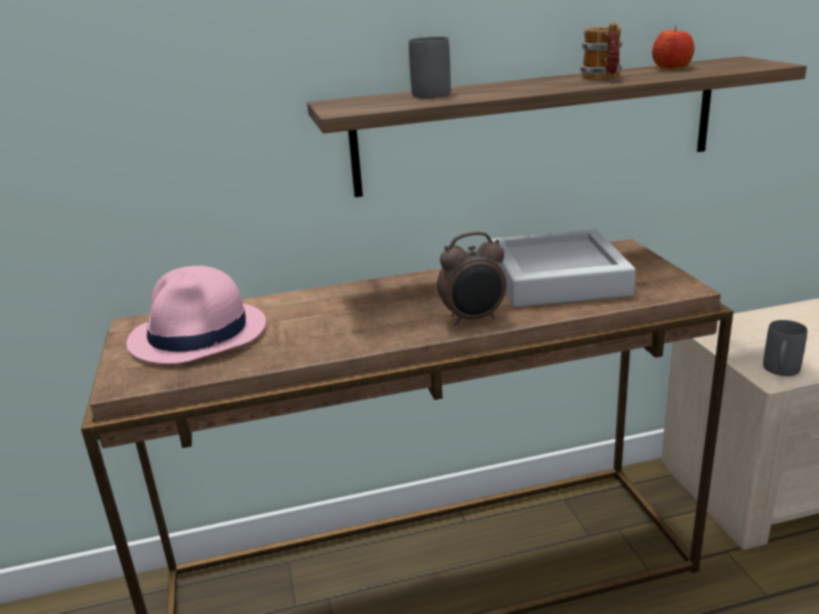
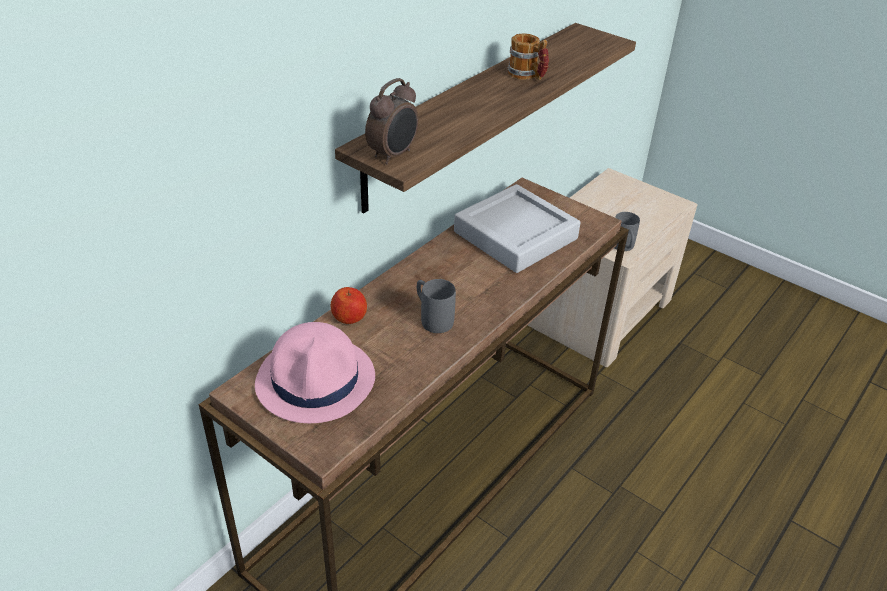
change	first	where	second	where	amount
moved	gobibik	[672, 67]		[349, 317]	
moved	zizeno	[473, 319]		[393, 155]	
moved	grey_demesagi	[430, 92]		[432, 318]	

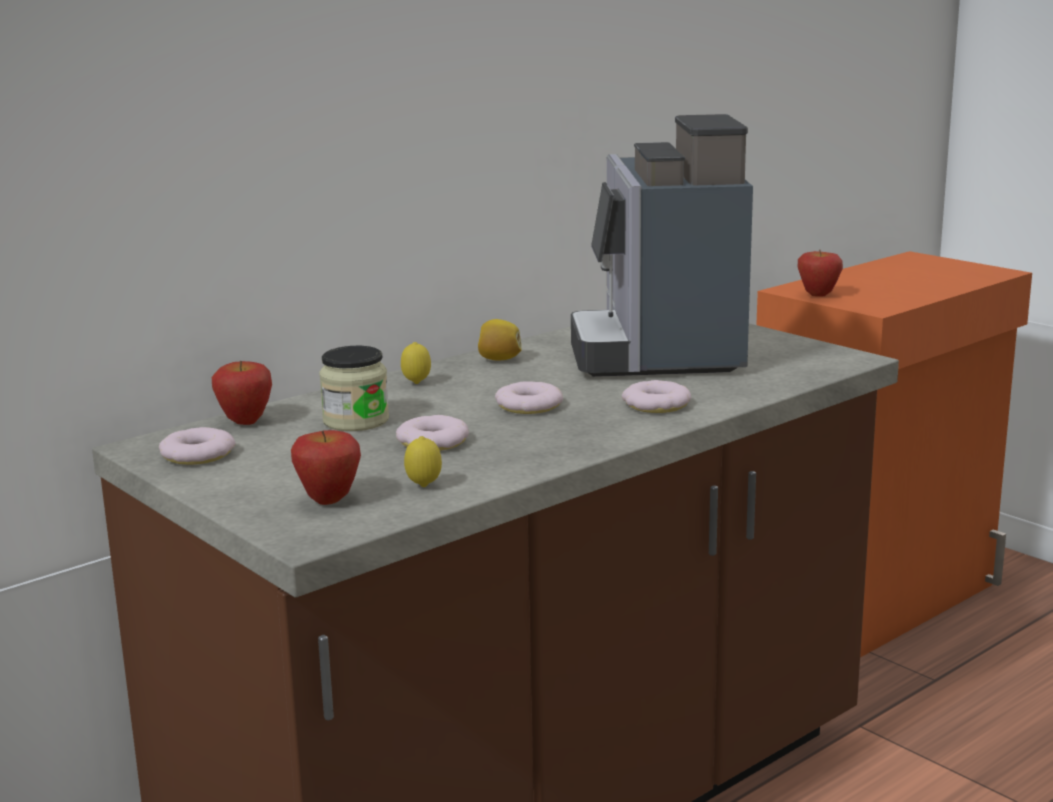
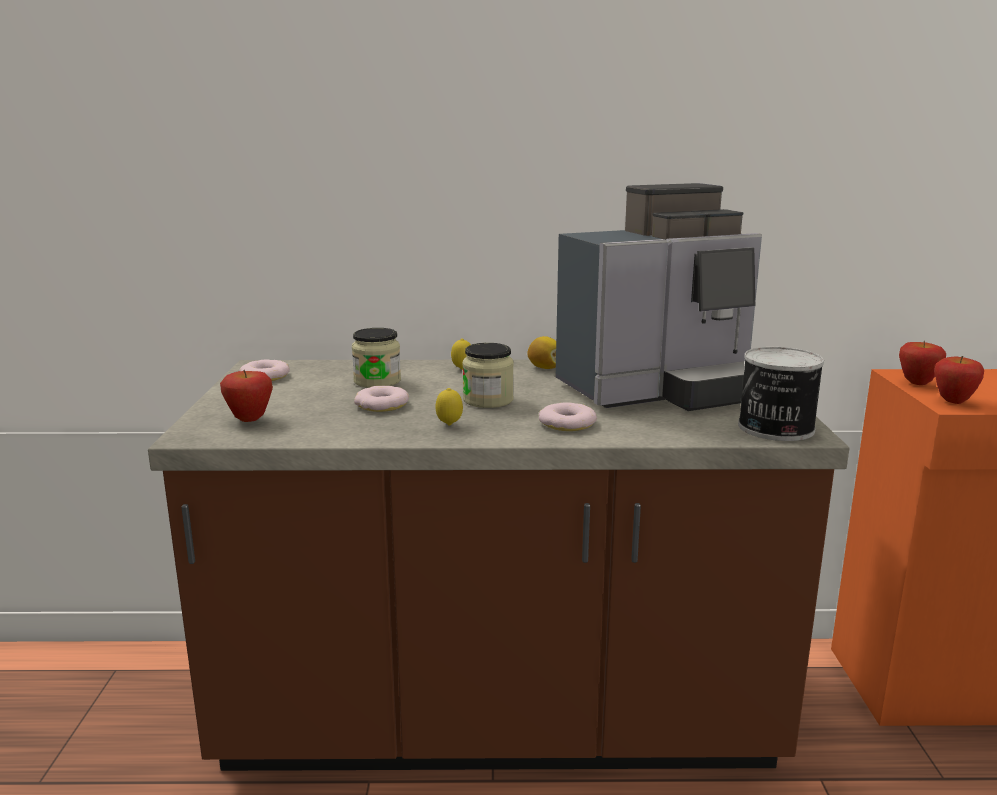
change	first	where	second	where	amount
moved	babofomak	[424, 487]		[449, 425]	
replaced	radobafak	[528, 405]	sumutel	[488, 400]	
turned	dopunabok	[660, 352]		[662, 390]	150 degrees counterclockwise
added			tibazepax	[775, 428]	
moved	gobibik	[245, 422]		[953, 402]	

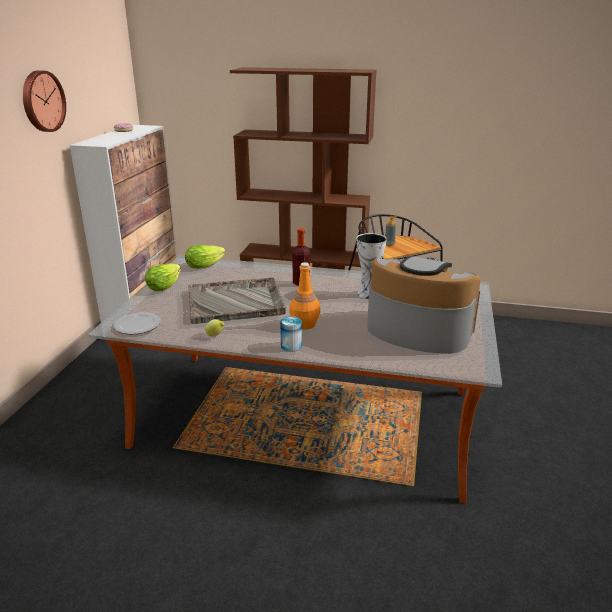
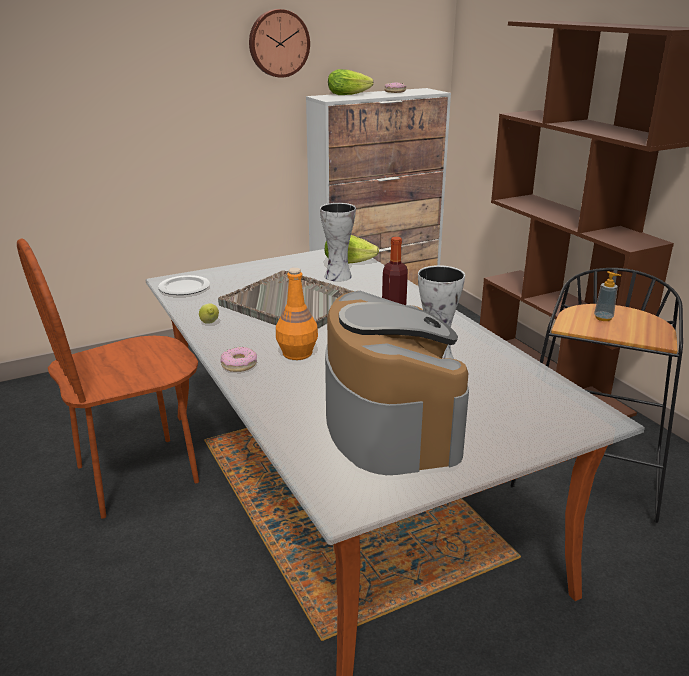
change	first	where	second	where	amount
added			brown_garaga	[137, 475]	
replaced	tibazepax	[291, 346]	radobafak	[239, 364]	
added			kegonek	[336, 276]	
moved	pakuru	[166, 285]		[351, 94]	

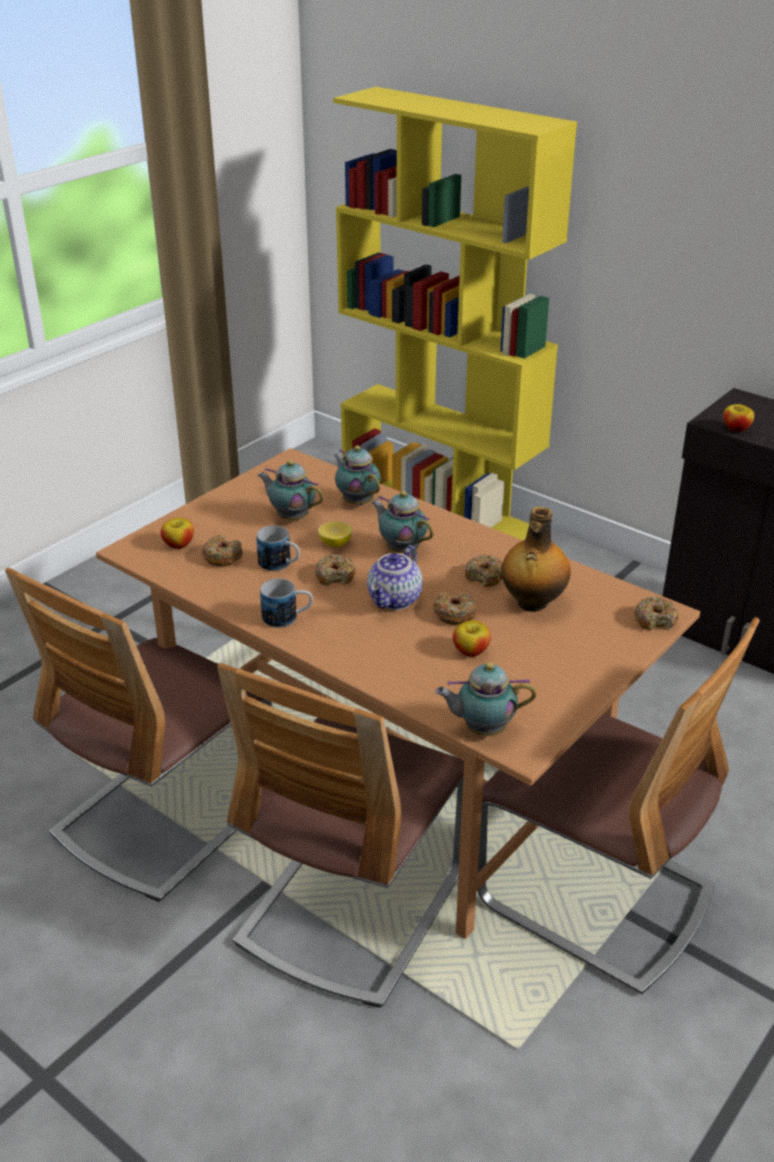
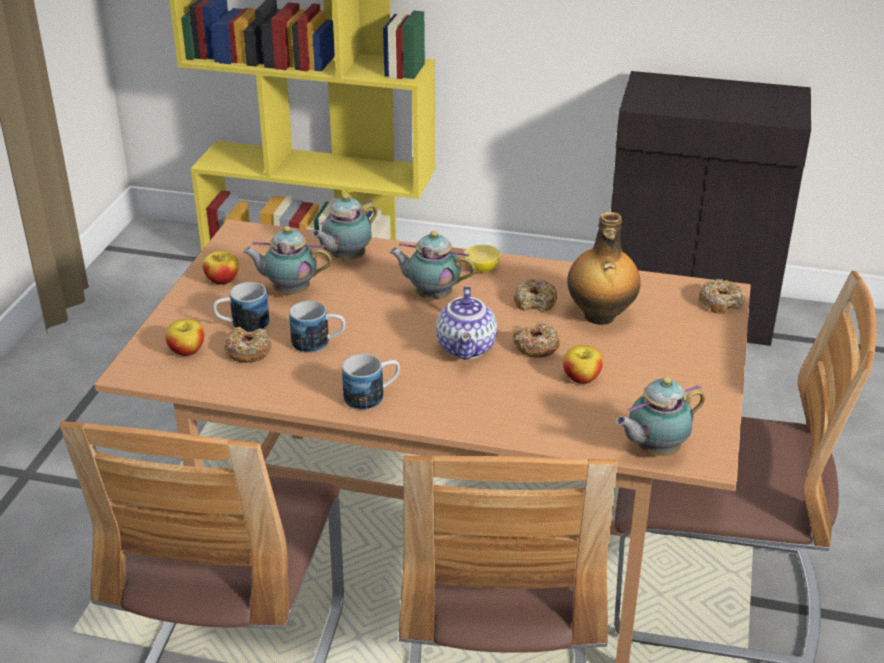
change	first	where	second	where	amount
moved	gobibik	[736, 429]		[222, 280]	
added			demesagi	[242, 325]	
turned	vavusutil	[357, 501]		[346, 258]	75 degrees counterclockwise
moved	babofomak	[335, 543]		[481, 268]	
removed	radobafak	[335, 576]			

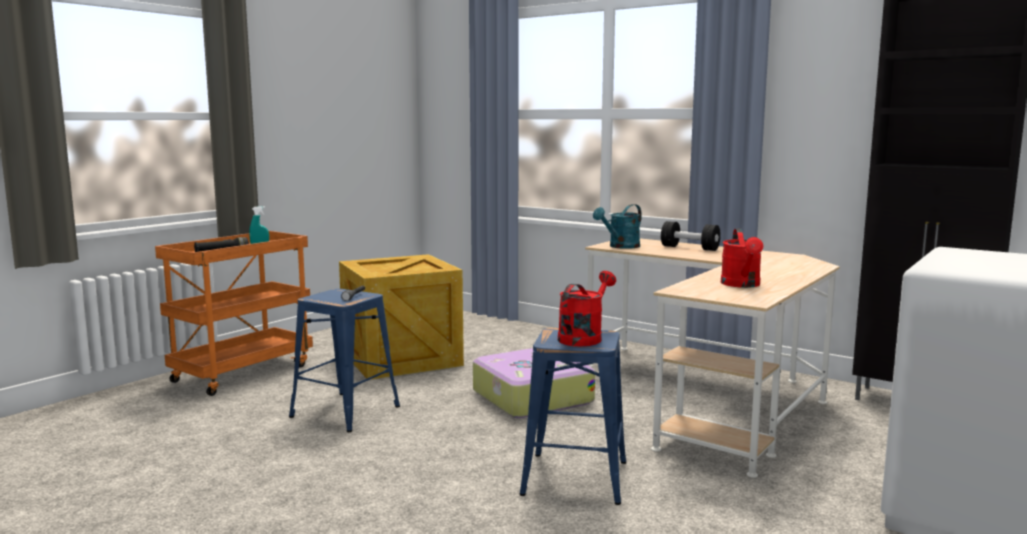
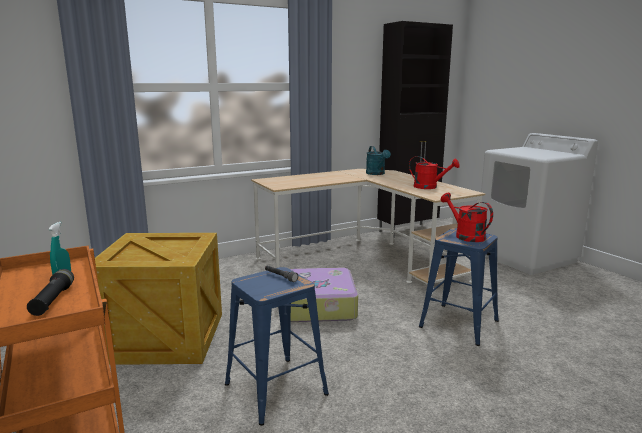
change	first	where	second	where	amount
moved	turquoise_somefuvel	[620, 247]		[377, 174]	
removed	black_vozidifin	[689, 248]			

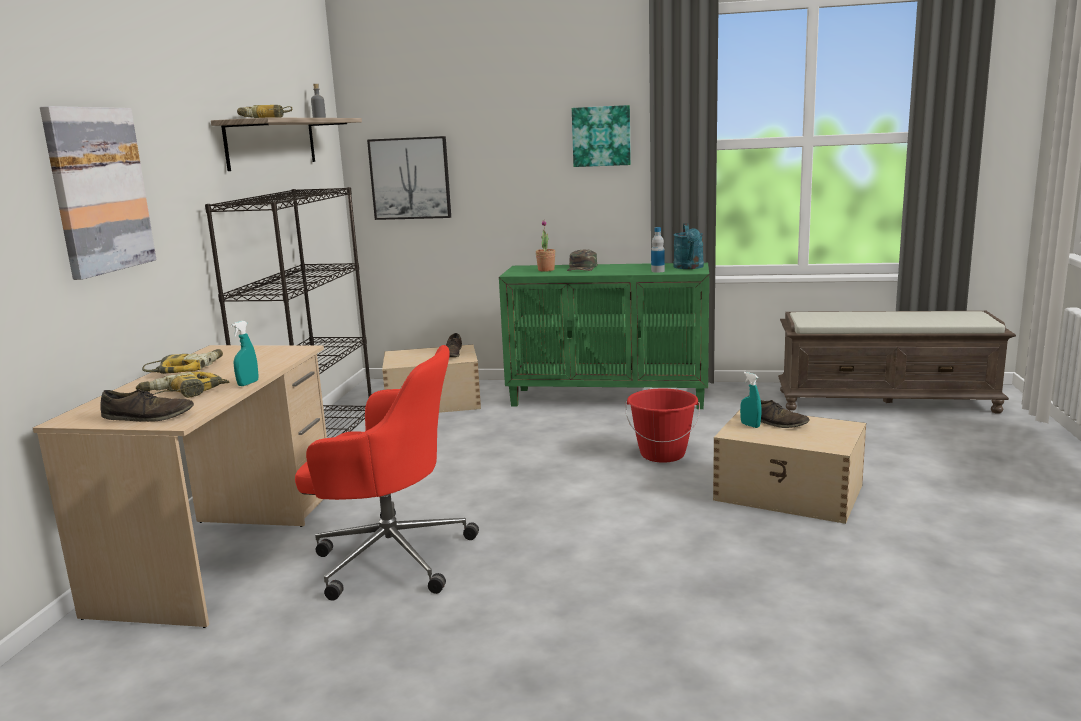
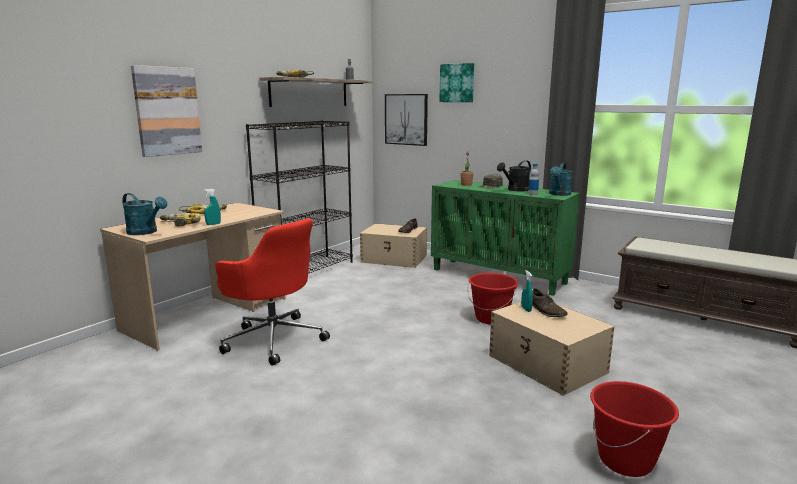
change	first	where	second	where	amount
replaced	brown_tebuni	[148, 416]	turquoise_somefuvel	[146, 232]	
moved	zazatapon	[601, 136]		[457, 83]	
added			black_somefuvel	[515, 190]	
added			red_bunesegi	[625, 460]	

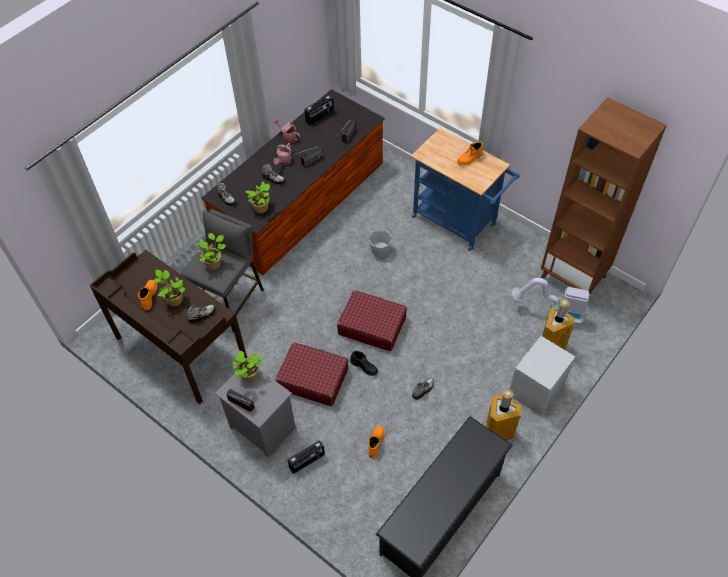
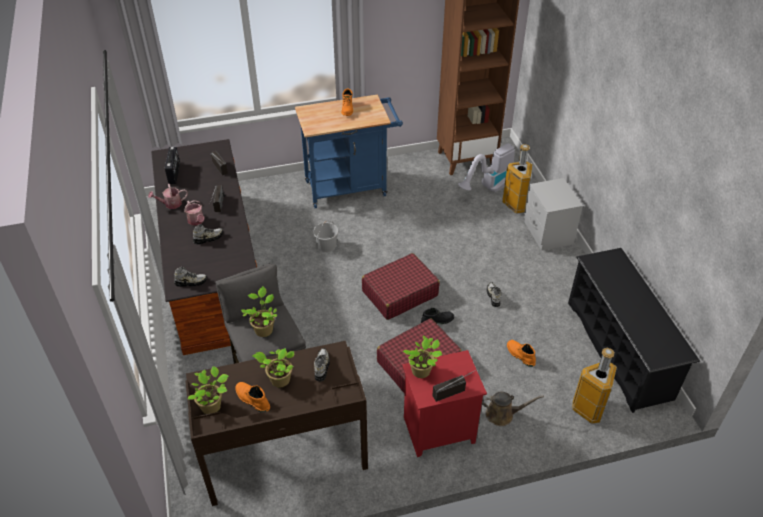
change	first	where	second	where	amount
moved	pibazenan	[262, 208]		[212, 406]	
recoloured	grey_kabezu	[261, 428]	red_kabezu	[438, 431]	
replaced	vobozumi	[307, 461]	brown_somefuvel	[502, 414]	
moved	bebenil	[498, 432]		[590, 408]	

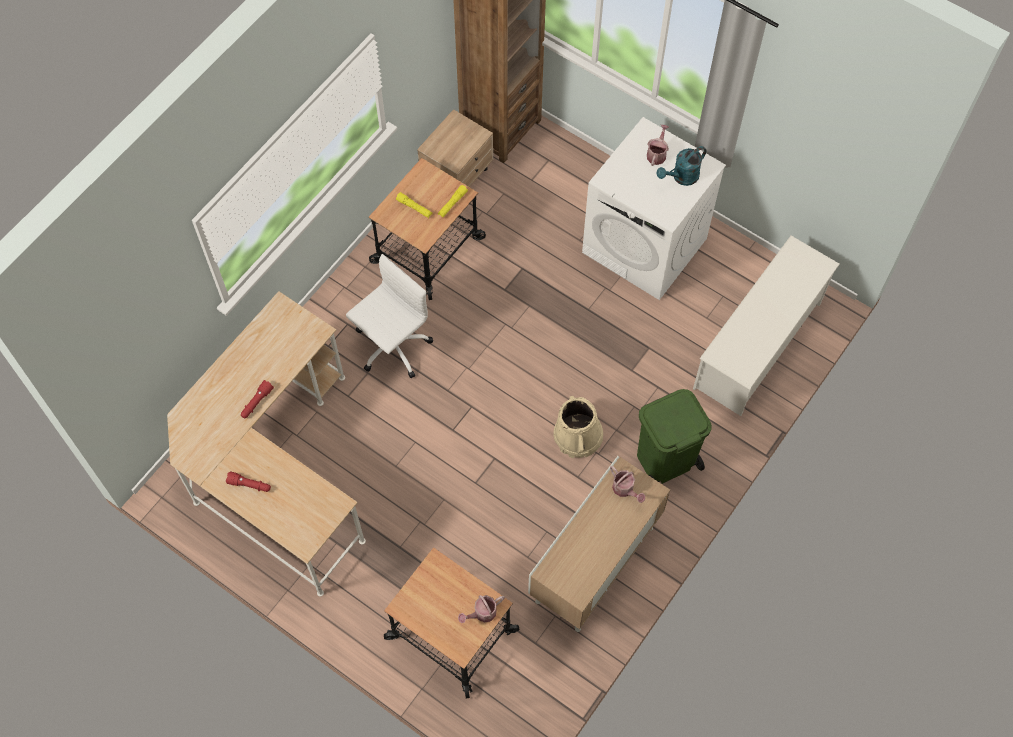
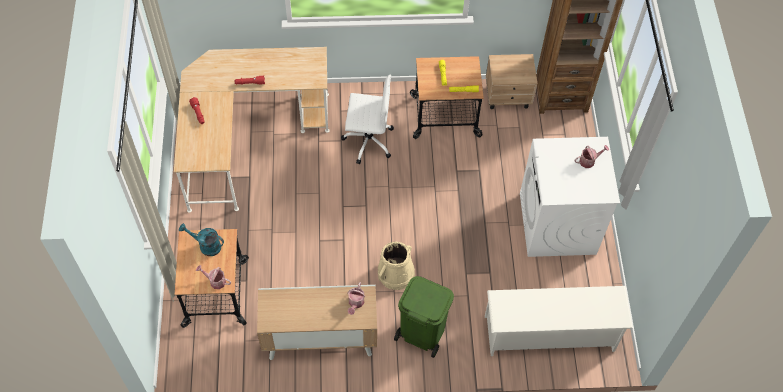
change	first	where	second	where	amount
moved	turquoise_somefuvel	[681, 177]		[206, 246]	

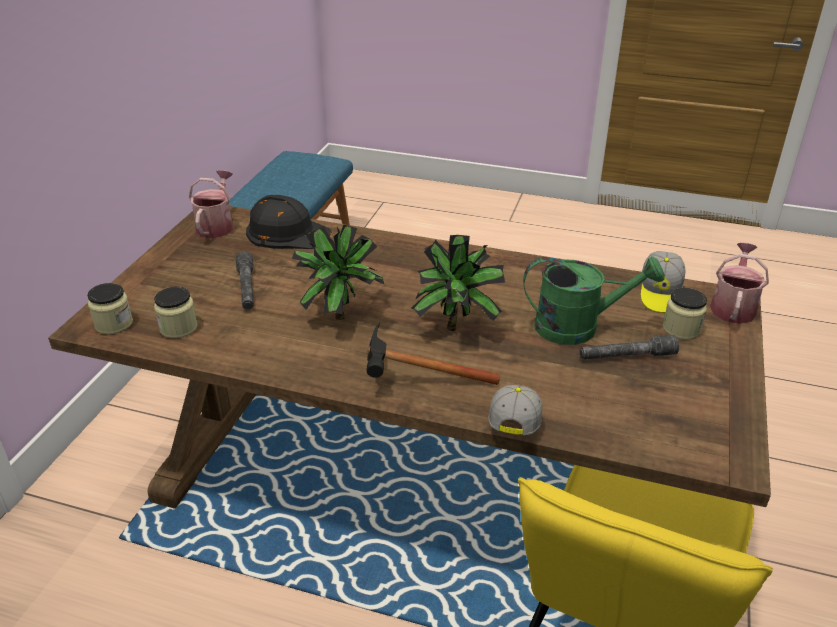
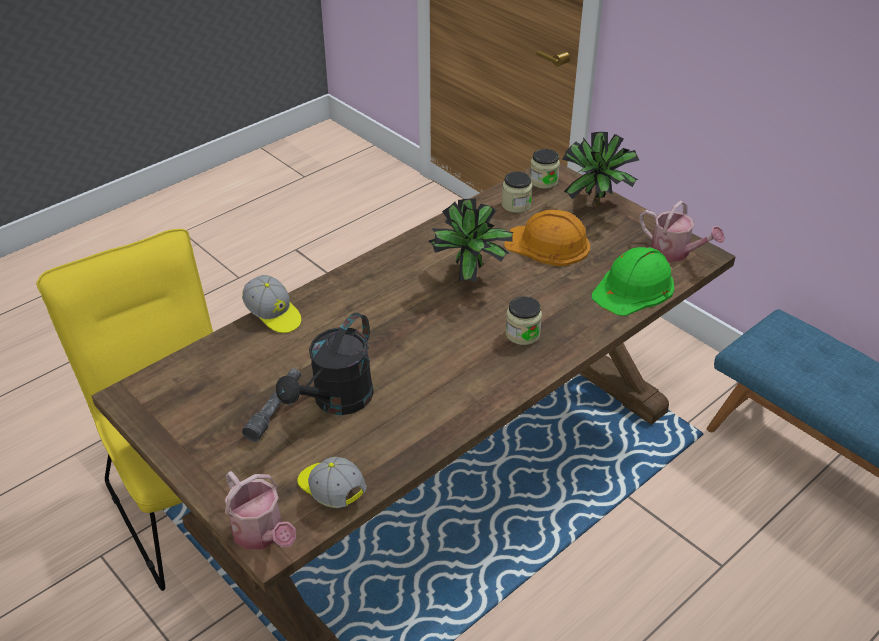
change	first	where	second	where	amount
recoloured	green_somefuvel	[578, 327]	black_somefuvel	[336, 402]	
replaced	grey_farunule	[247, 288]	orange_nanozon	[548, 244]	
moved	sumutel	[681, 329]		[522, 334]	
moved	pibazenan	[458, 326]		[596, 208]	
recoloured	black_nanozon	[287, 232]	green_nanozon	[634, 288]	
removed	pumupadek	[414, 381]			

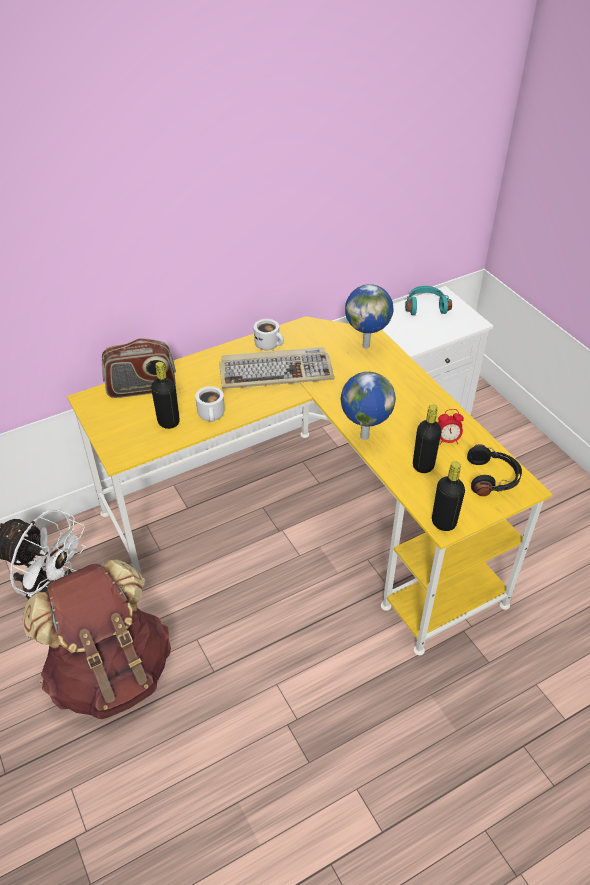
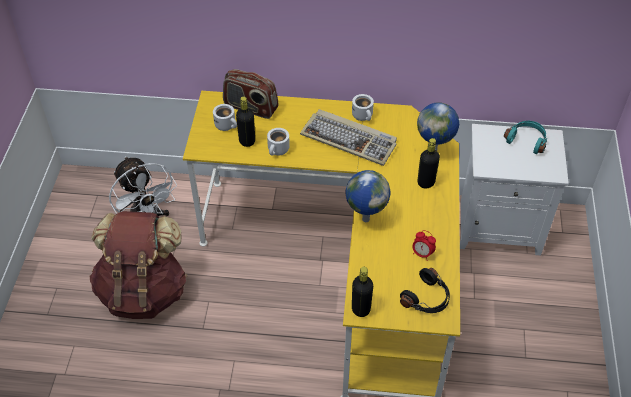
change	first	where	second	where	amount
added			white_demesagi	[227, 125]	
moved	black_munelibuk	[423, 465]		[426, 182]	

